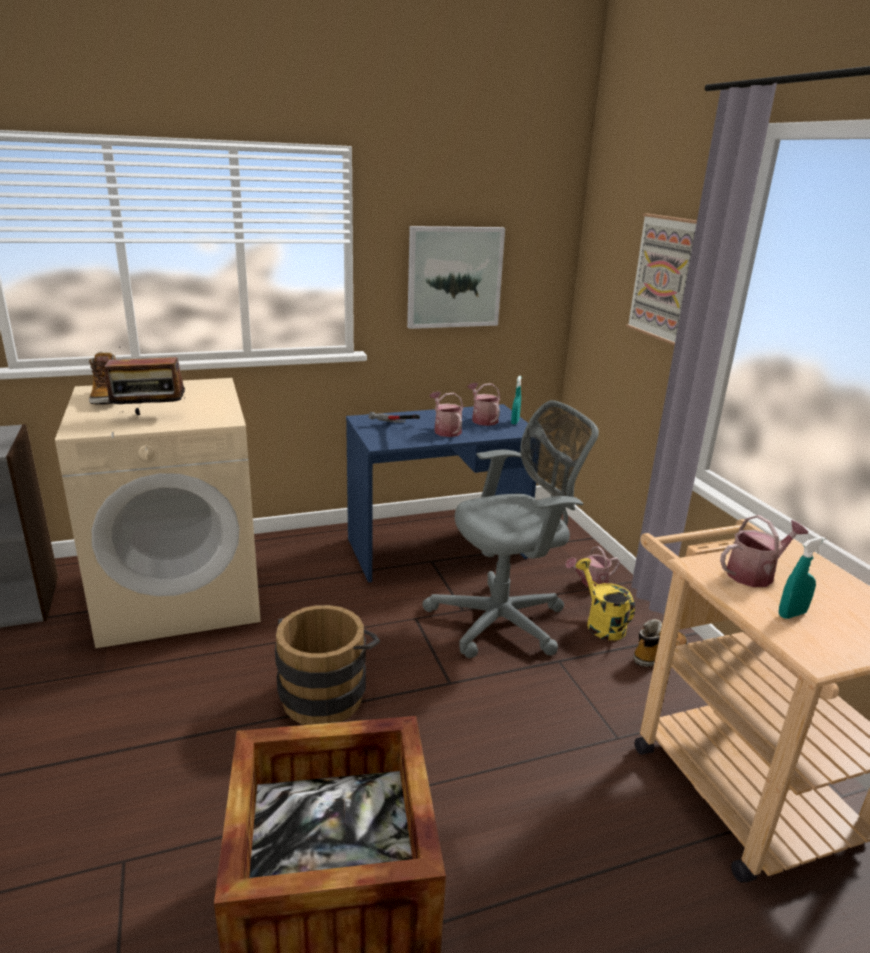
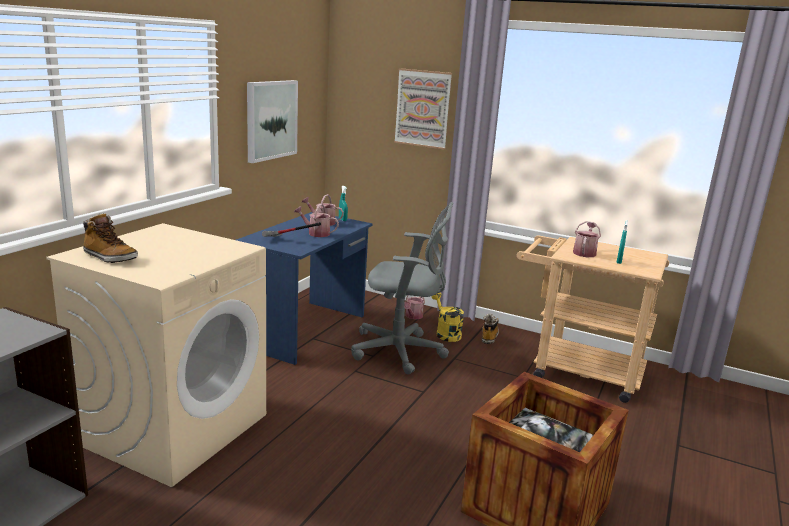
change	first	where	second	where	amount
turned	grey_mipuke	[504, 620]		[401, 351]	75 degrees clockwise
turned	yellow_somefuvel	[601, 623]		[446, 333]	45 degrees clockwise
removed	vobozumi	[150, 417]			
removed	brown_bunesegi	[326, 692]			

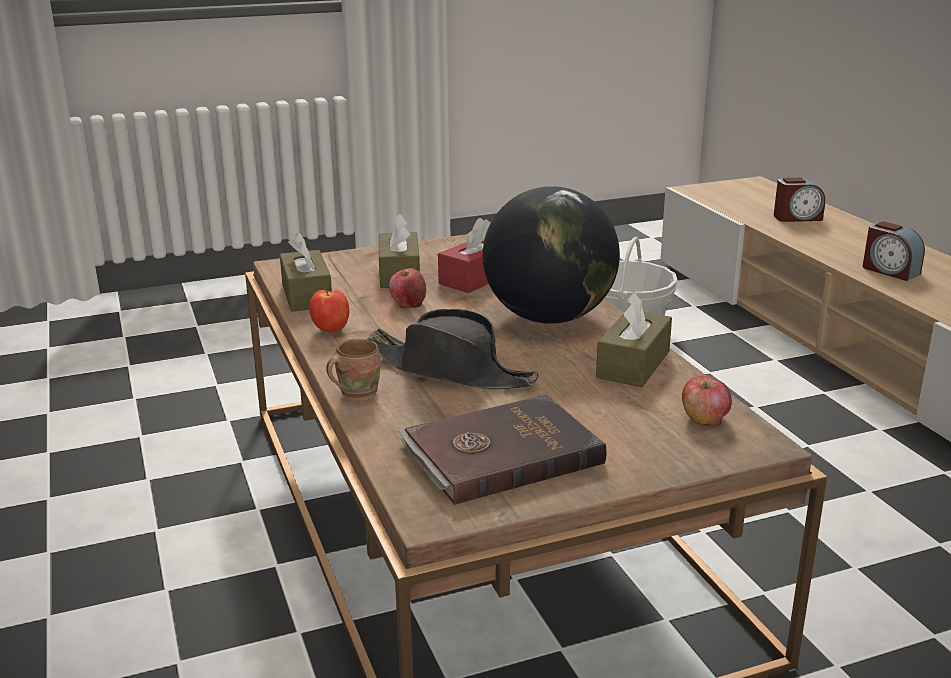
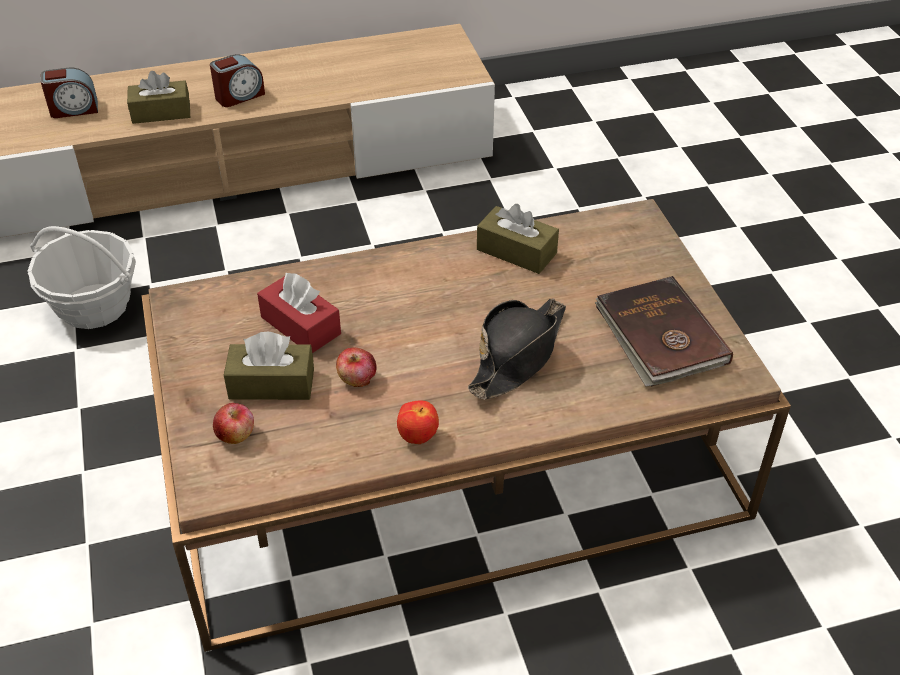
change	first	where	second	where	amount
turned	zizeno	[797, 218]		[74, 109]	75 degrees clockwise
moved	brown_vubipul	[306, 295]		[161, 112]	
moved	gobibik	[704, 419]		[236, 435]	
removed	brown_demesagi	[356, 393]			
removed	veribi	[549, 318]			

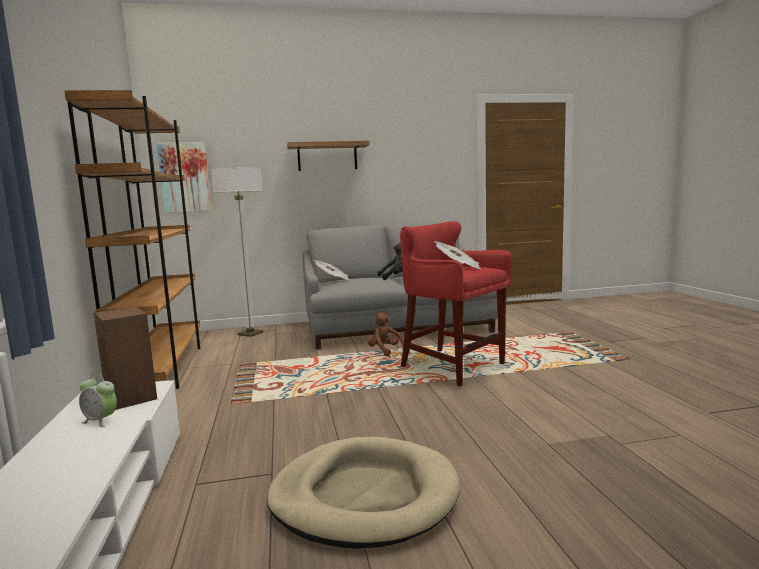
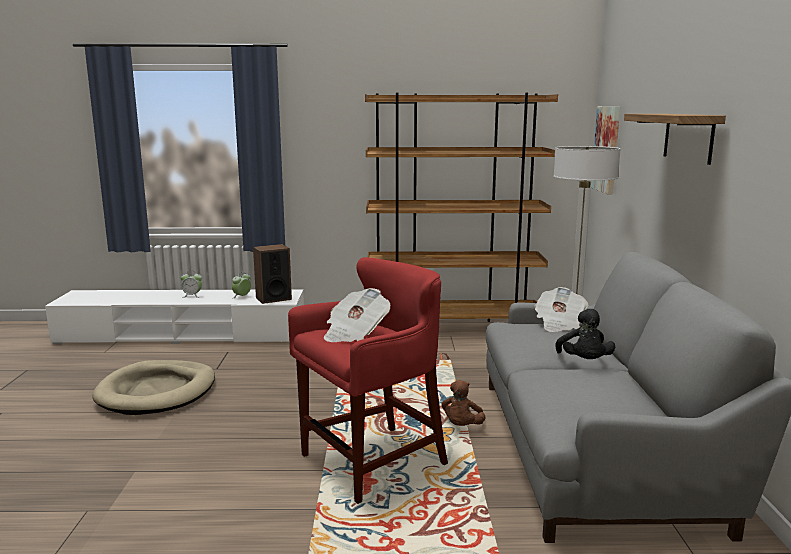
change	first	where	second	where	amount
added			zizeno	[192, 296]	
turned	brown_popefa	[385, 351]		[462, 426]	135 degrees clockwise

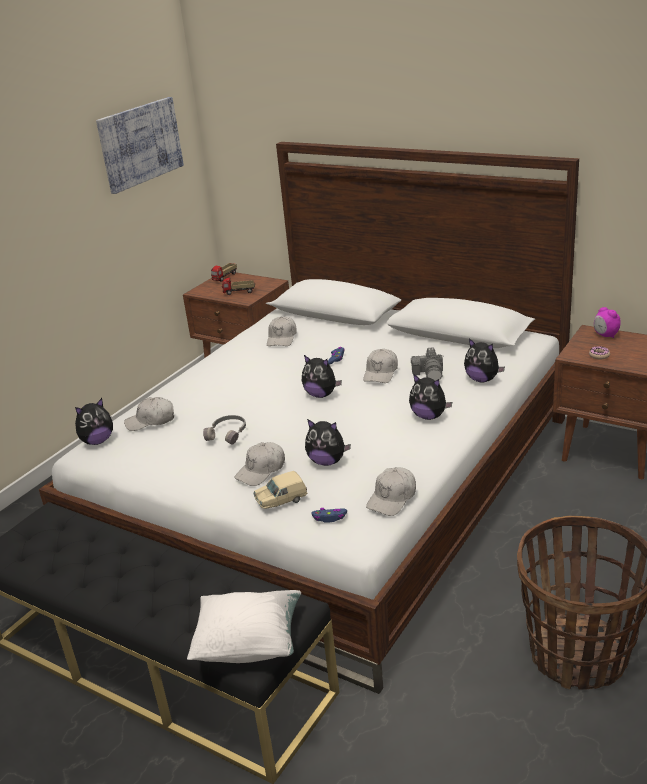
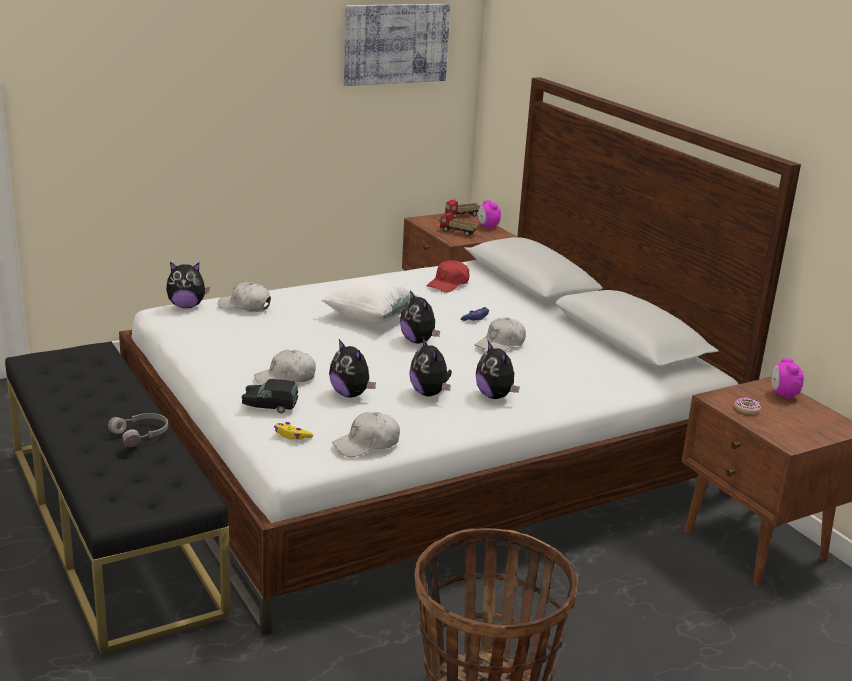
change	first	where	second	where	amount
moved	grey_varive	[228, 434]		[142, 434]	
recoloured	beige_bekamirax	[281, 501]	black_bekamirax	[270, 406]	
recoloured	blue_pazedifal	[329, 518]	yellow_pazedifal	[292, 436]	
moved	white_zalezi	[249, 644]		[371, 318]	
moved	popefa	[482, 379]		[430, 393]	
recoloured	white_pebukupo	[282, 338]	red_pebukupo	[448, 284]	
added			zizeno	[488, 227]	
removed	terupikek	[430, 373]			

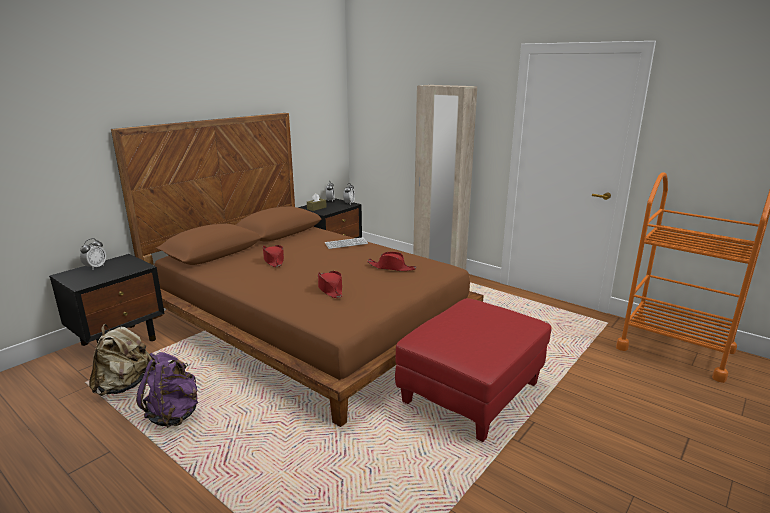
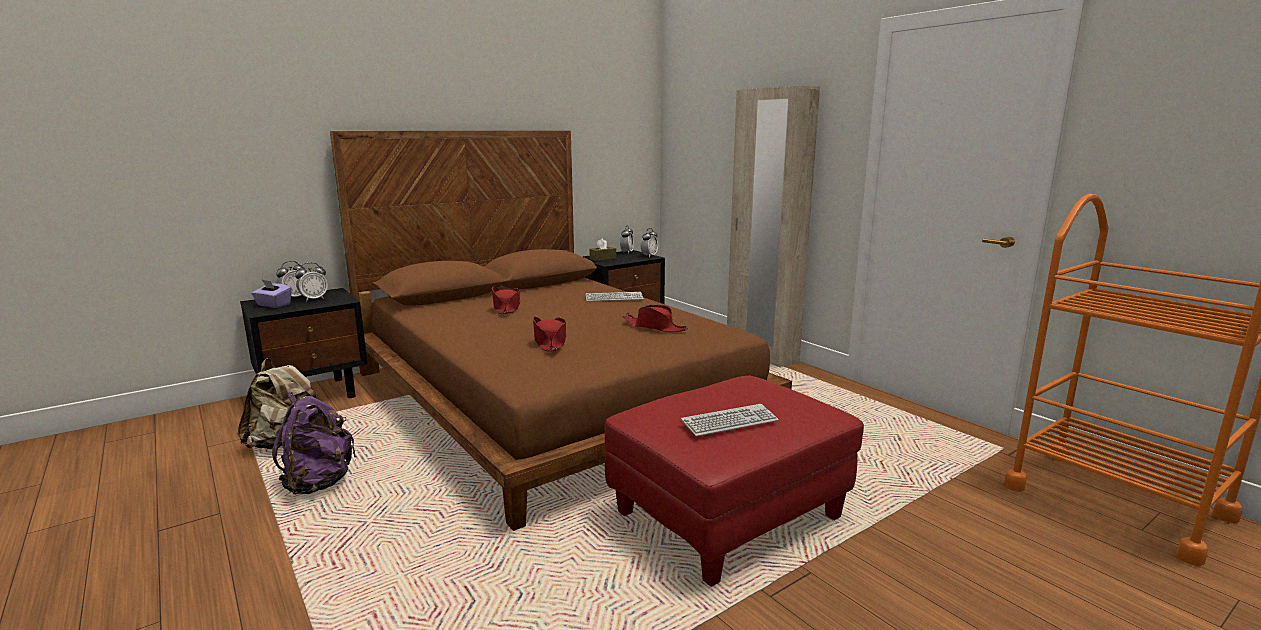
change	first	where	second	where	amount
added			purple_vubipul	[273, 305]	
added			zizeno	[314, 299]	
added			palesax	[729, 422]	

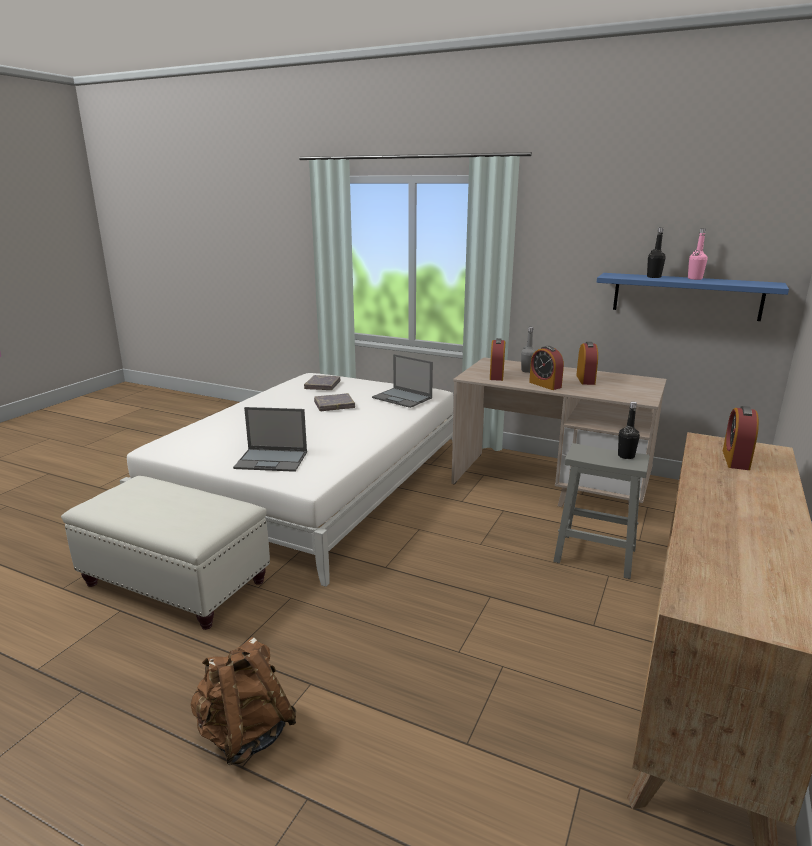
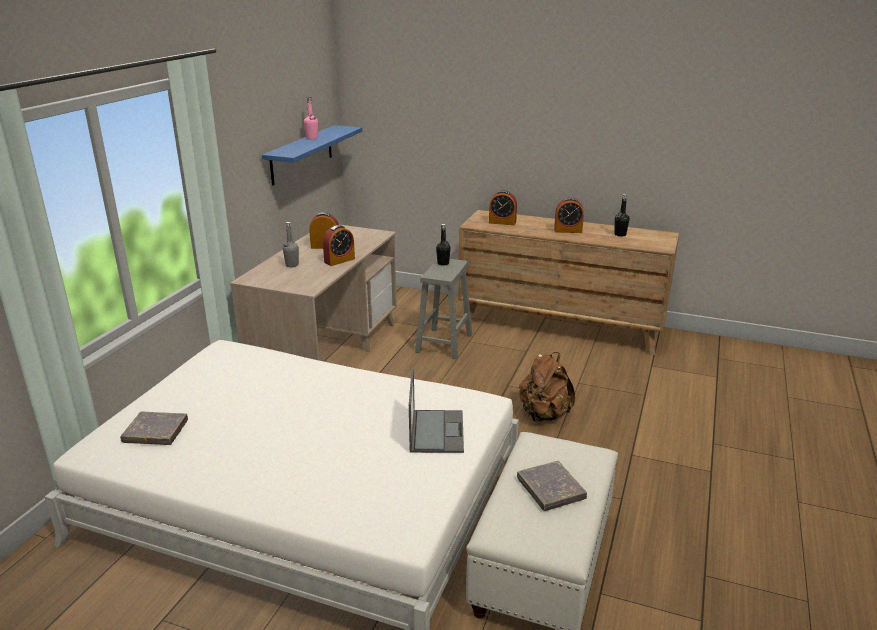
change	first	where	second	where	amount
moved	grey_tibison	[334, 405]		[550, 489]	
moved	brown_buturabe	[245, 734]		[544, 415]	
moved	zizeno	[496, 375]		[568, 230]	
moved	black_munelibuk	[653, 277]		[620, 234]	
removed	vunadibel	[402, 398]			

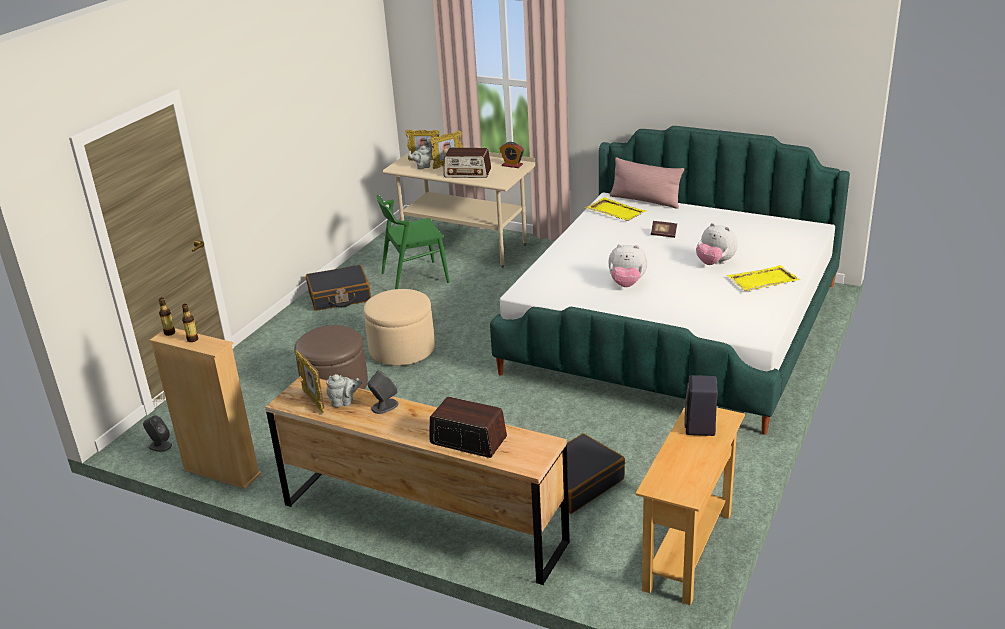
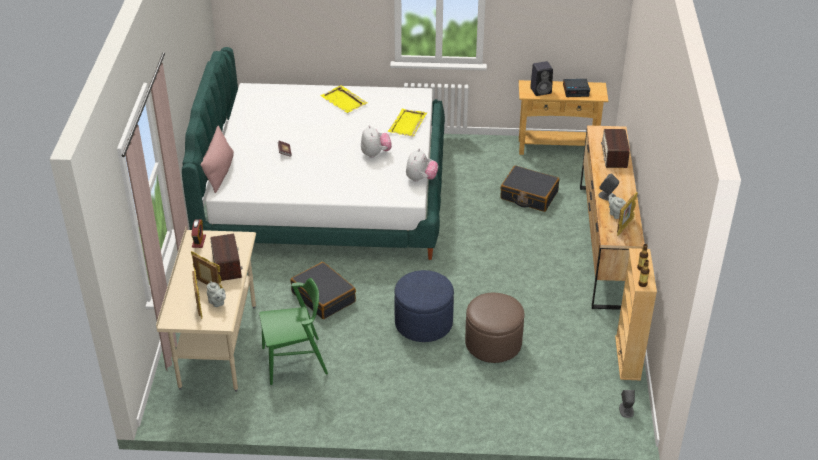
change	first	where	second	where	amount
turned	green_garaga	[414, 278]		[295, 361]	60 degrees counterclockwise
moved	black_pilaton	[339, 297]		[324, 297]	
moved	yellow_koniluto	[615, 211]		[407, 124]	
recoloured	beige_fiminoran	[402, 350]	blue_fiminoran	[423, 323]	
moved	popefa	[715, 263]		[421, 179]	
added			zizeno	[576, 90]	

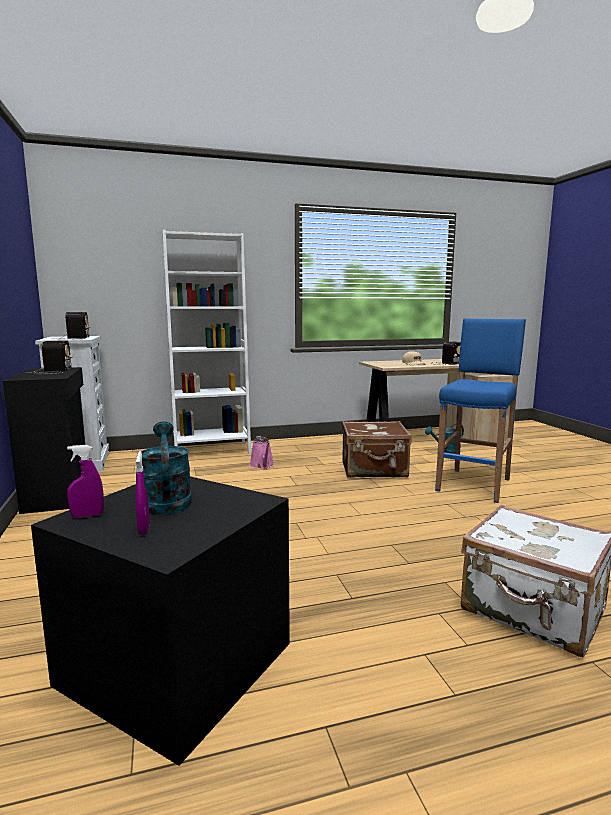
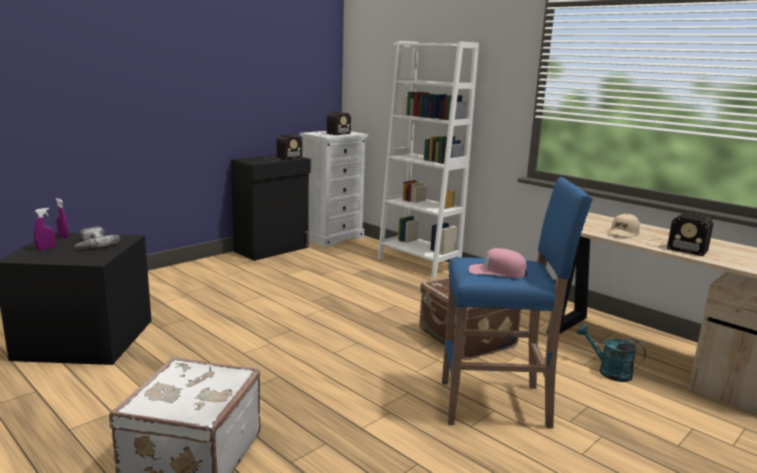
change	first	where	second	where	amount
replaced	turquoise_somefuvel	[166, 499]	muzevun	[91, 244]	
added			pink_pebukupo	[497, 272]	
removed	pink_somefuvel	[262, 465]			

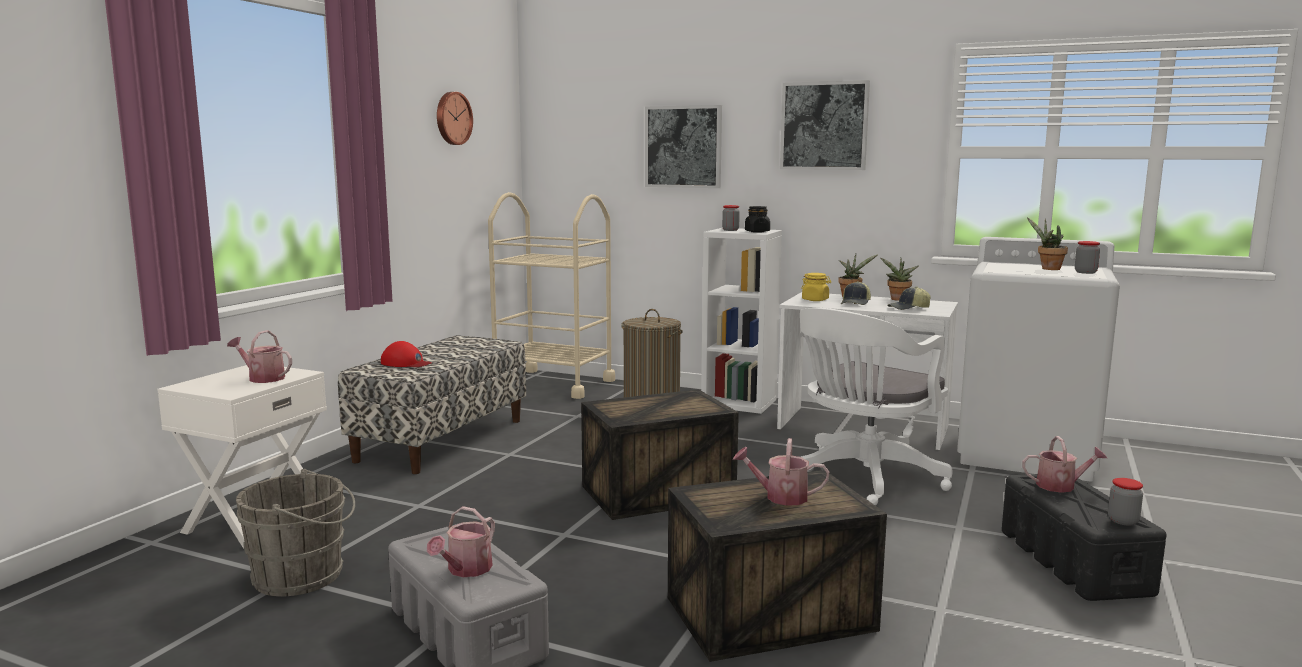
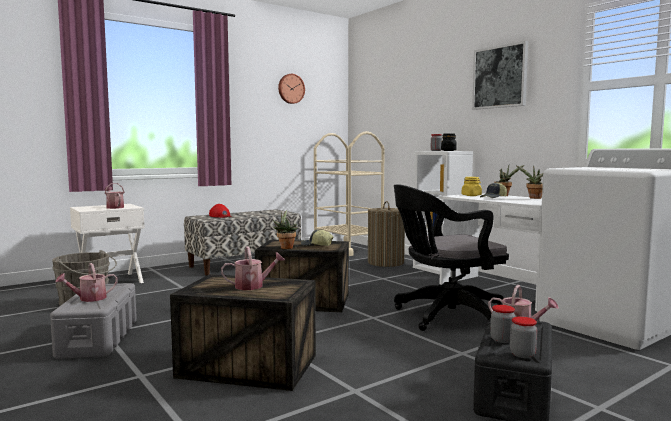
change	first	where	second	where	amount
turned	somefuvel	[780, 497]		[253, 286]	120 degrees clockwise
moved	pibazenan	[1047, 269]		[285, 247]	
moved	pebukupo	[908, 309]		[316, 245]	
recoloured	white_mipuke	[863, 479]	black_mipuke	[445, 316]	
moved	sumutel	[1085, 272]		[502, 340]	
removed	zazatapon	[683, 147]			

